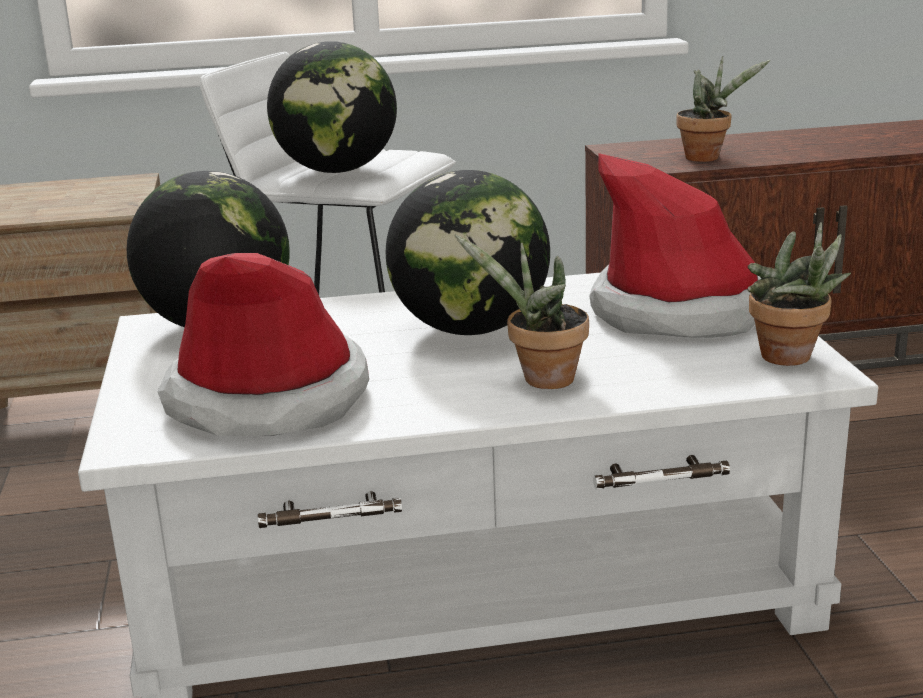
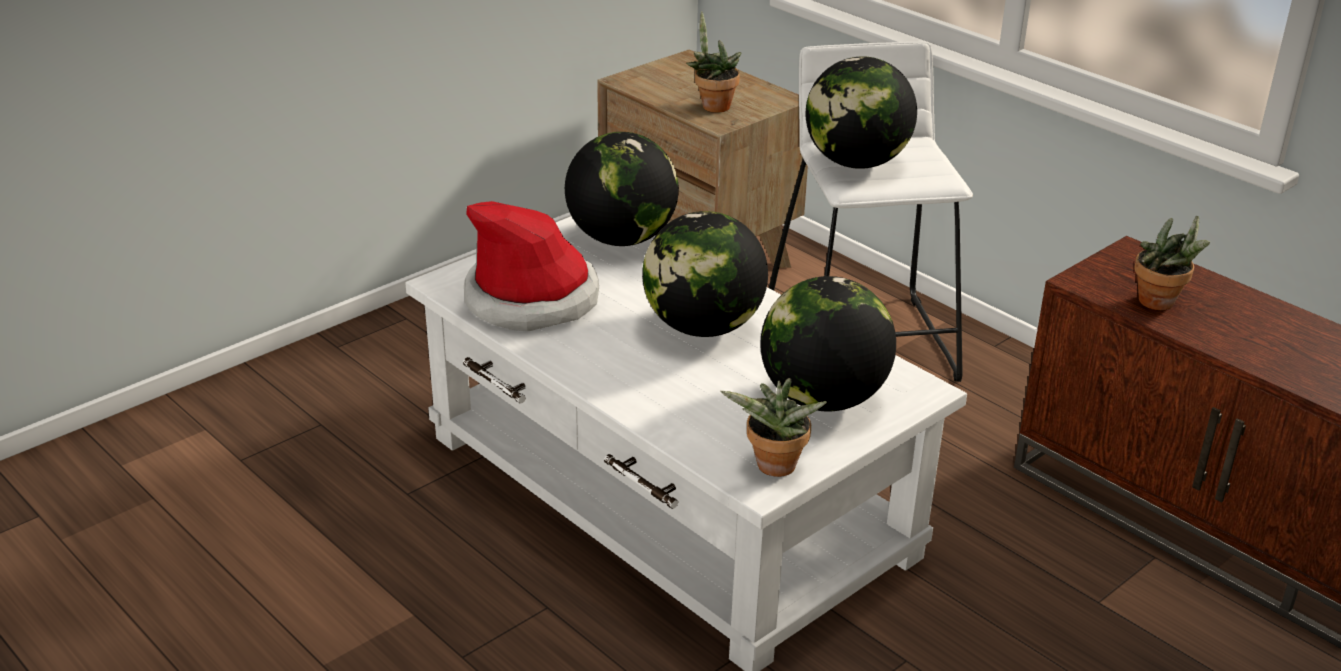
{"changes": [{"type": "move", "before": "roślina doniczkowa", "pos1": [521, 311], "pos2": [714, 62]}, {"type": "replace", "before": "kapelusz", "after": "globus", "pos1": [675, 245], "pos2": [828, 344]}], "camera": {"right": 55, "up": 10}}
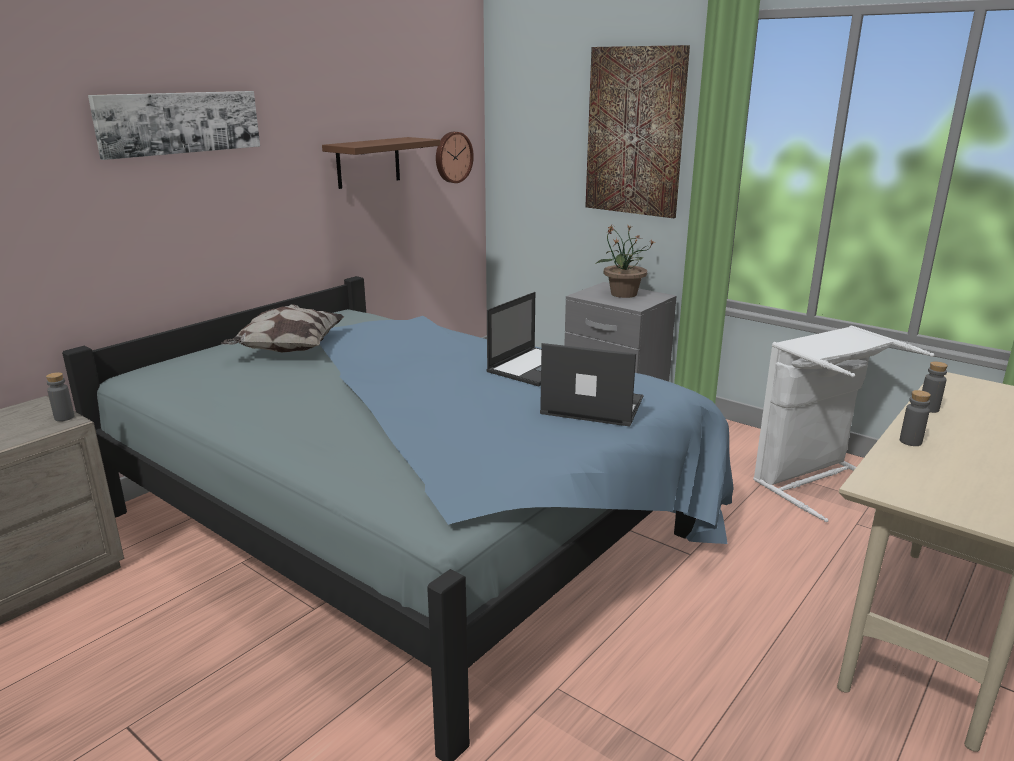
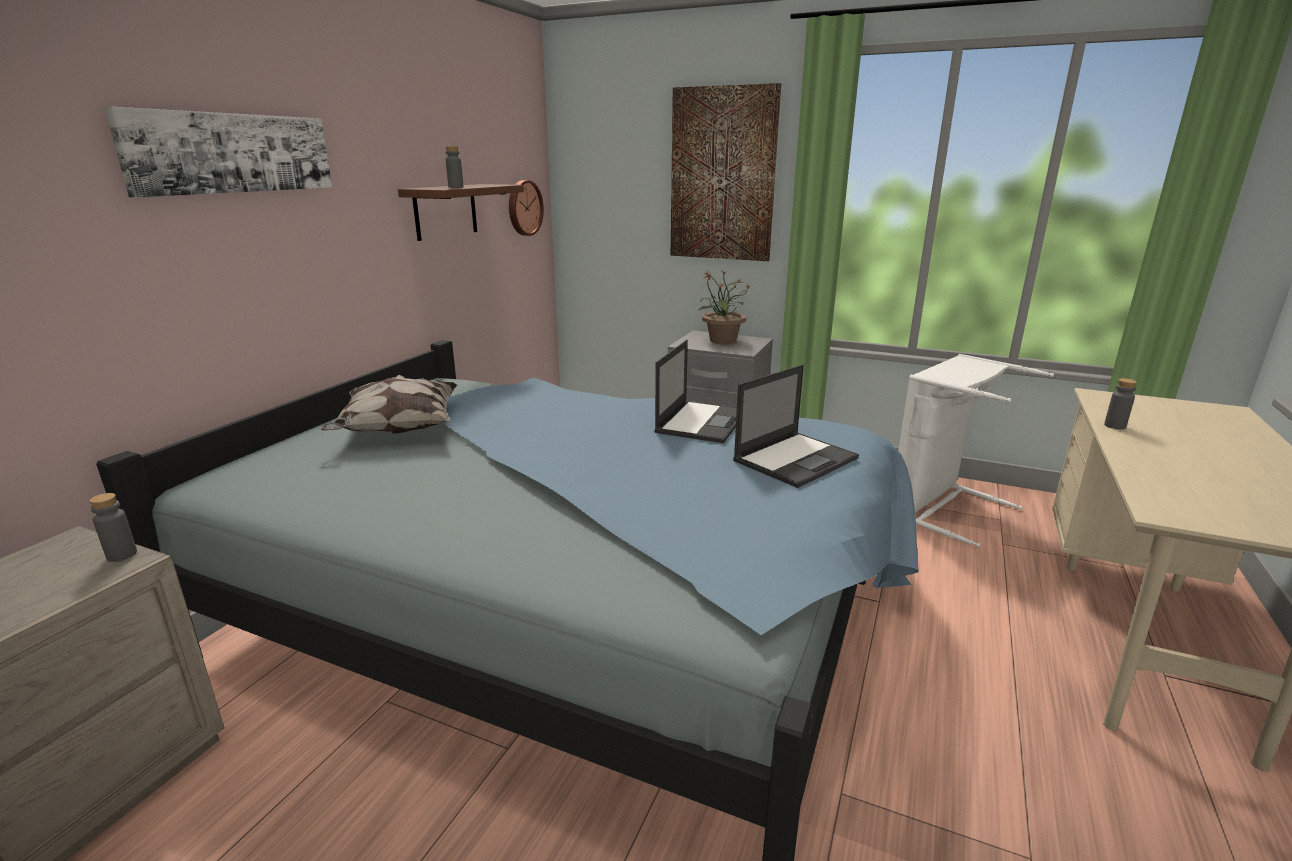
{"changes": [{"type": "move", "before": "butelka/szary", "pos1": [915, 418], "pos2": [454, 167]}, {"type": "rotate", "before": "laptop", "pos1": [592, 385], "pos2": [796, 426], "turn": 135}], "camera": {"right": -15, "up": 0}}
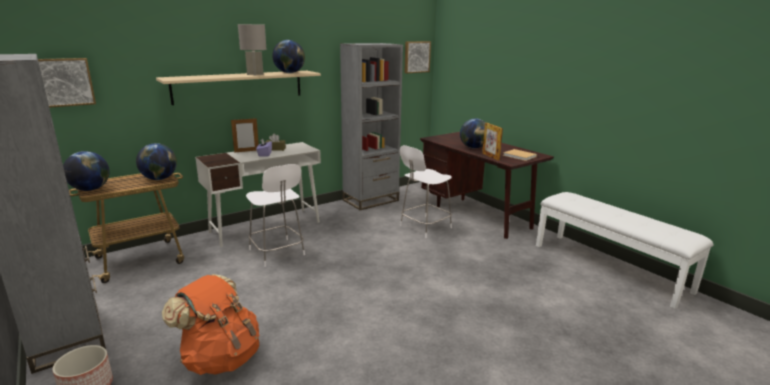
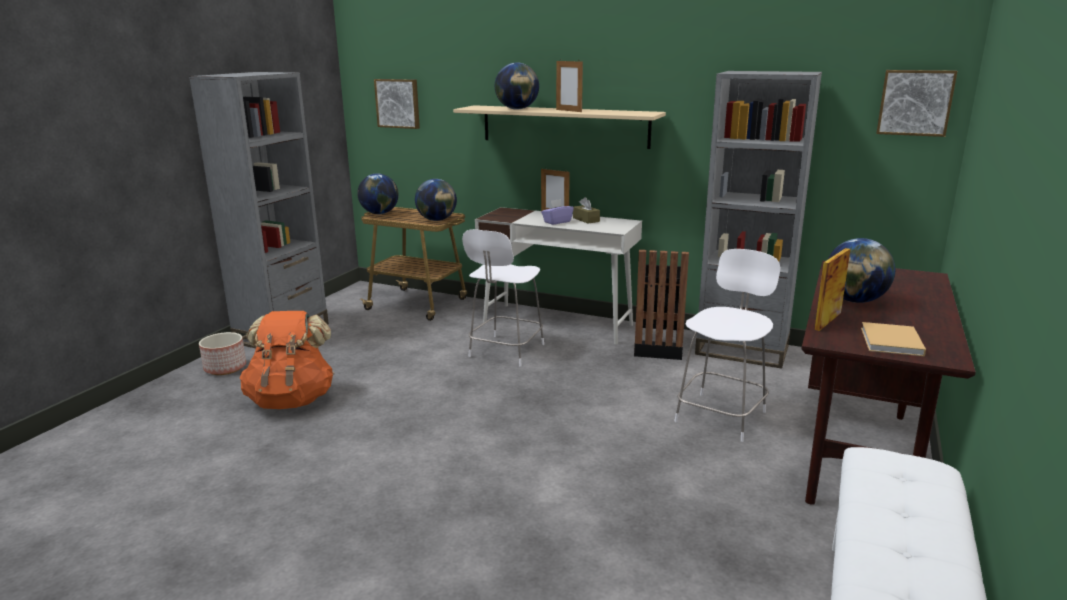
{"changes": [{"type": "move", "before": "globus", "pos1": [288, 56], "pos2": [517, 85]}, {"type": "replace", "before": "lampa stołowa/szary", "after": "ramka na zdjęcie", "pos1": [252, 50], "pos2": [569, 86]}, {"type": "insert", "after": "kosz na śmieci/czarny", "pos2": [661, 305]}, {"type": "rotate", "before": "krzesło/biały", "pos1": [426, 191], "pos2": [727, 345], "turn": 105}], "camera": {"right": 60, "up": 0}}
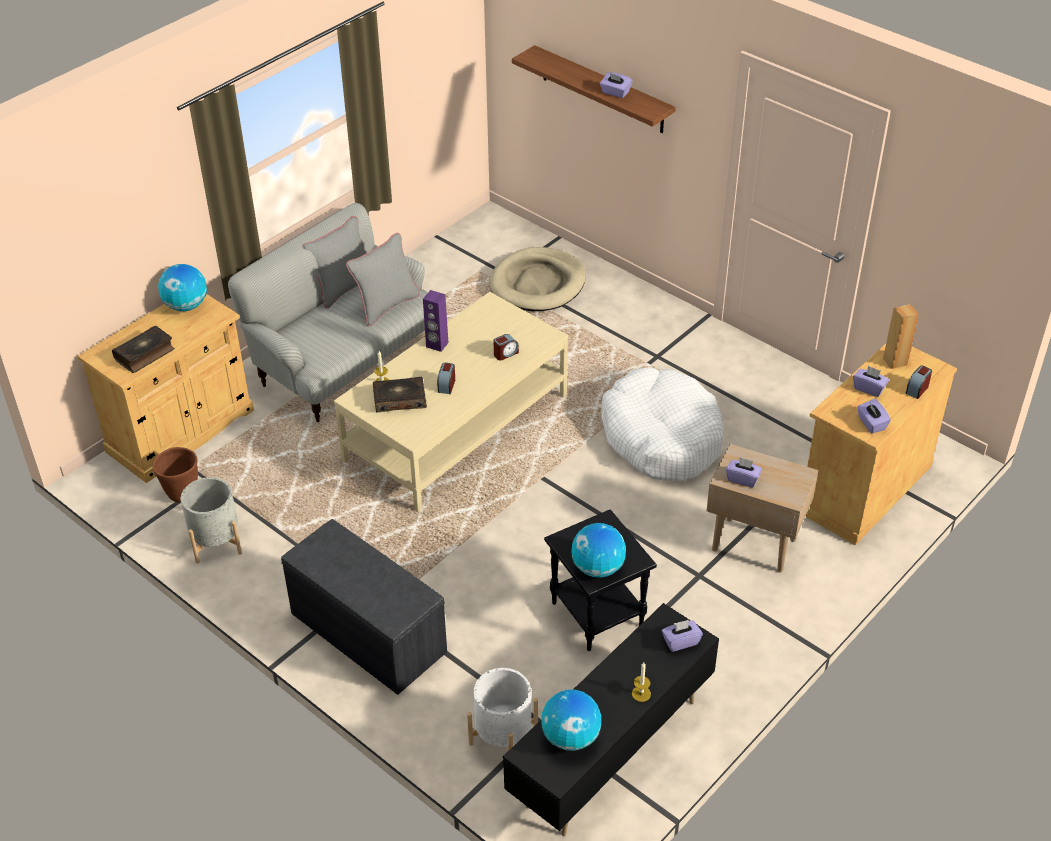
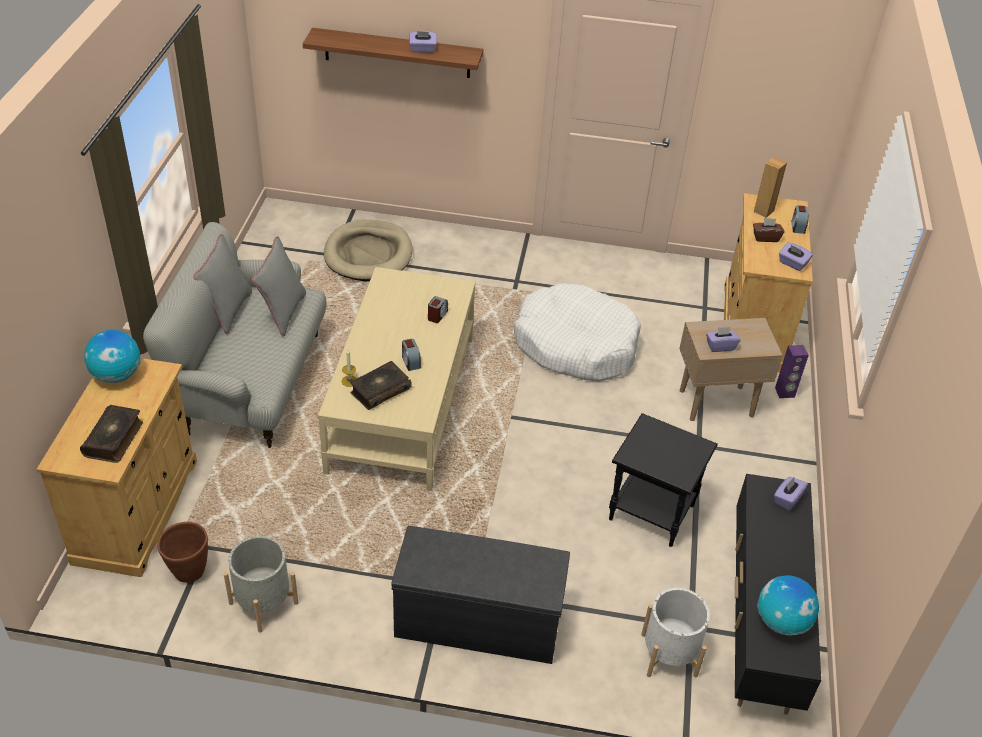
{"changes": [{"type": "recolor", "before": "pudełko chusteczek/fioletowy", "after": "pudełko chusteczek/brązowy", "pos1": [871, 381], "pos2": [769, 230]}, {"type": "move", "before": "głośnik/fioletowy", "pos1": [436, 321], "pos2": [792, 371]}, {"type": "delete", "before": "globus", "pos1": [598, 550]}, {"type": "delete", "before": "świeca", "pos1": [641, 682]}], "camera": {"right": -35, "up": 0}}
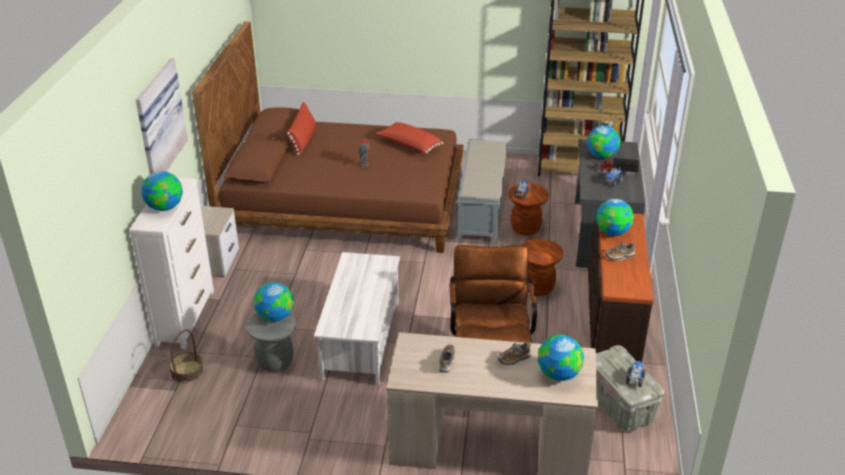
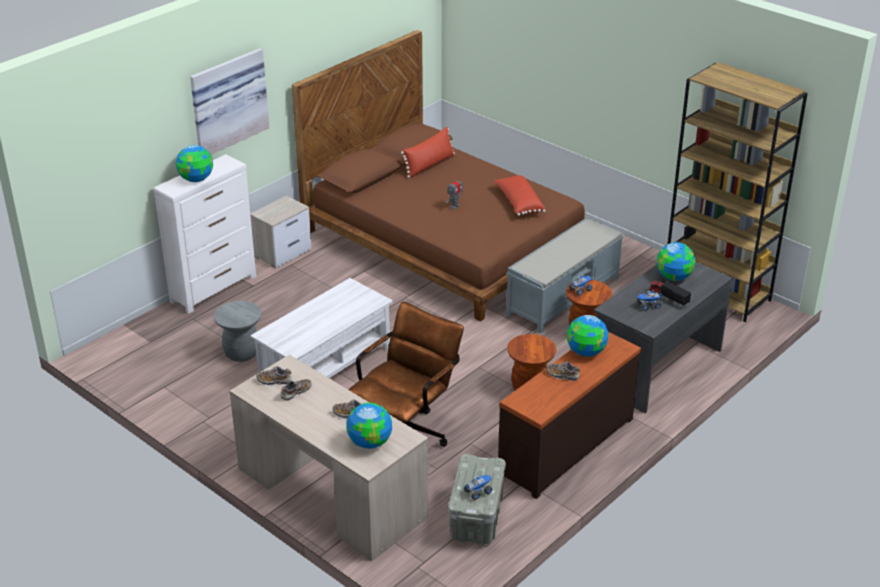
{"changes": [{"type": "insert", "after": "but", "pos2": [274, 376]}, {"type": "delete", "before": "koszyk", "pos1": [186, 356]}, {"type": "delete", "before": "globus", "pos1": [274, 302]}], "camera": {"right": 35, "up": 0}}
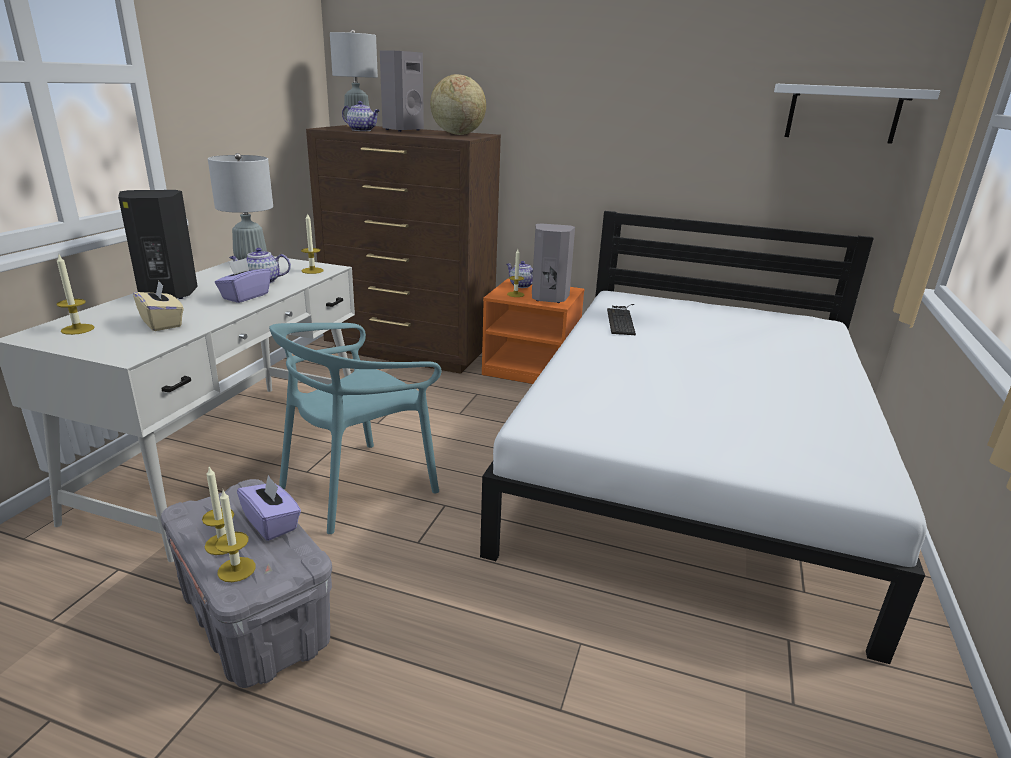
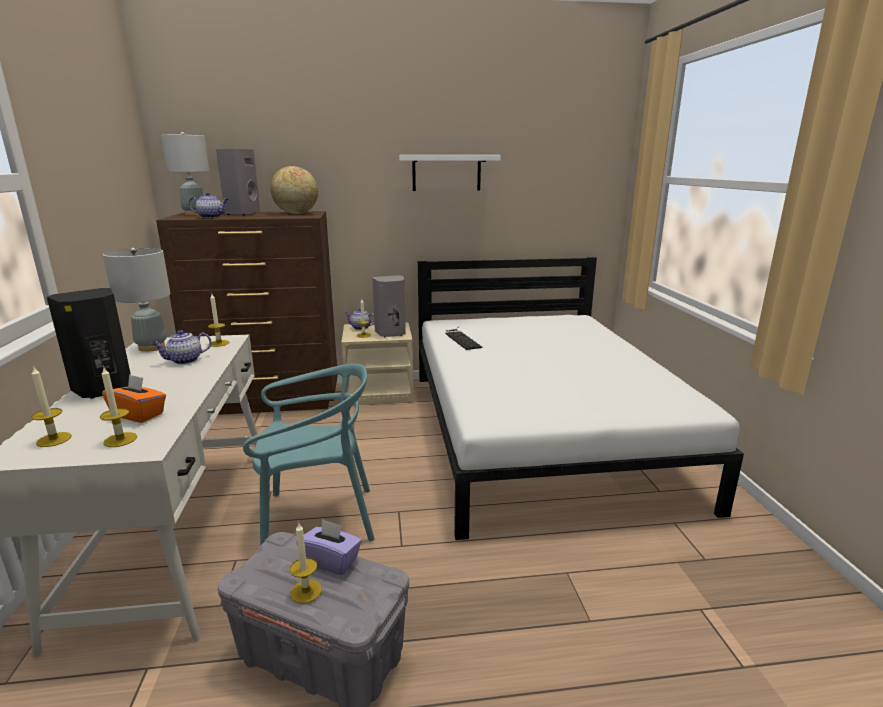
{"changes": [{"type": "move", "before": "świeca", "pos1": [235, 536], "pos2": [118, 406]}, {"type": "recolor", "before": "pudełko chusteczek/beżowy", "after": "pudełko chusteczek/pomarańczowy", "pos1": [158, 306], "pos2": [134, 398]}, {"type": "rotate", "before": "krzesło/turkusowy", "pos1": [355, 428], "pos2": [309, 455], "turn": -120}, {"type": "recolor", "before": "szafka nocna/pomarańczowy", "after": "szafka nocna/beżowy", "pos1": [533, 331], "pos2": [377, 363]}, {"type": "move", "before": "półka/biały", "pos1": [857, 114], "pos2": [450, 173]}, {"type": "delete", "before": "pudełko chusteczek/fioletowy", "pos1": [243, 280]}], "camera": {"right": -25, "up": -5}}
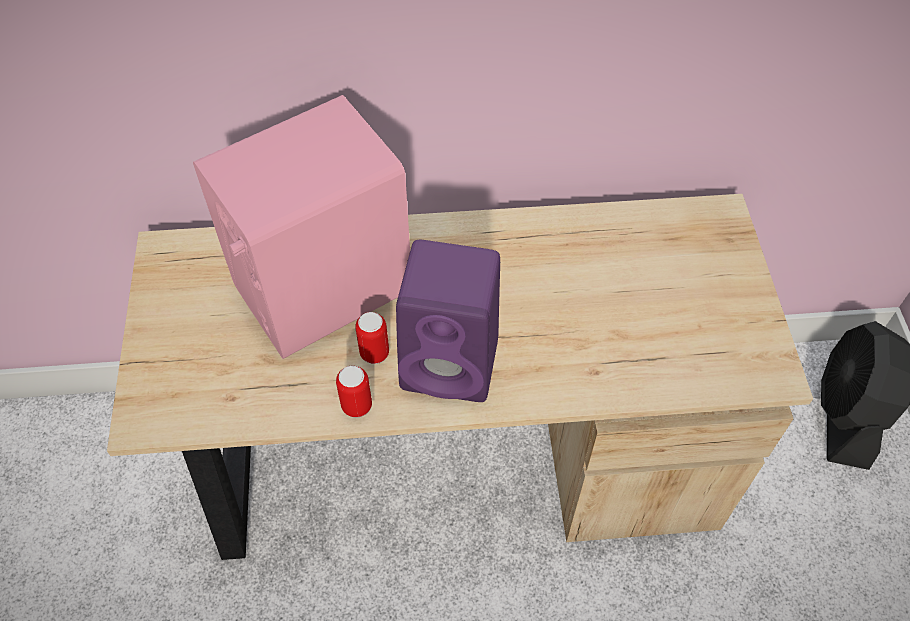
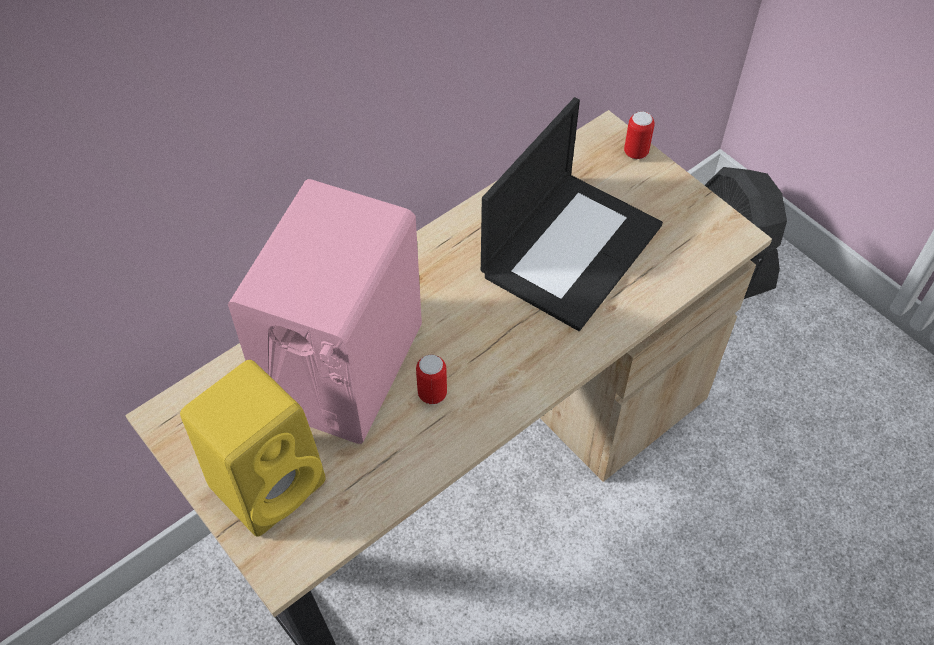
{"changes": [{"type": "insert", "after": "głośnik/żółty", "pos2": [253, 448]}, {"type": "insert", "after": "laptop", "pos2": [572, 214]}, {"type": "move", "before": "puszka", "pos1": [354, 392], "pos2": [639, 135]}, {"type": "delete", "before": "głośnik/fioletowy", "pos1": [448, 321]}], "camera": {"right": -35, "up": 0}}
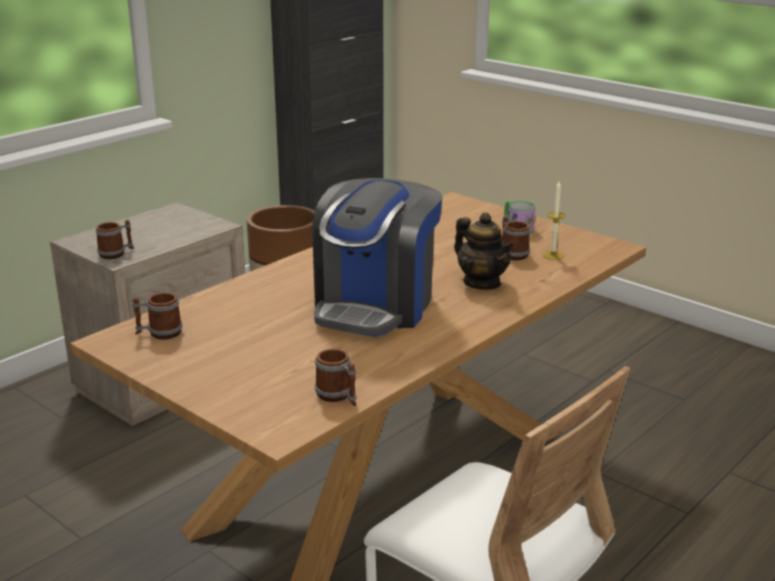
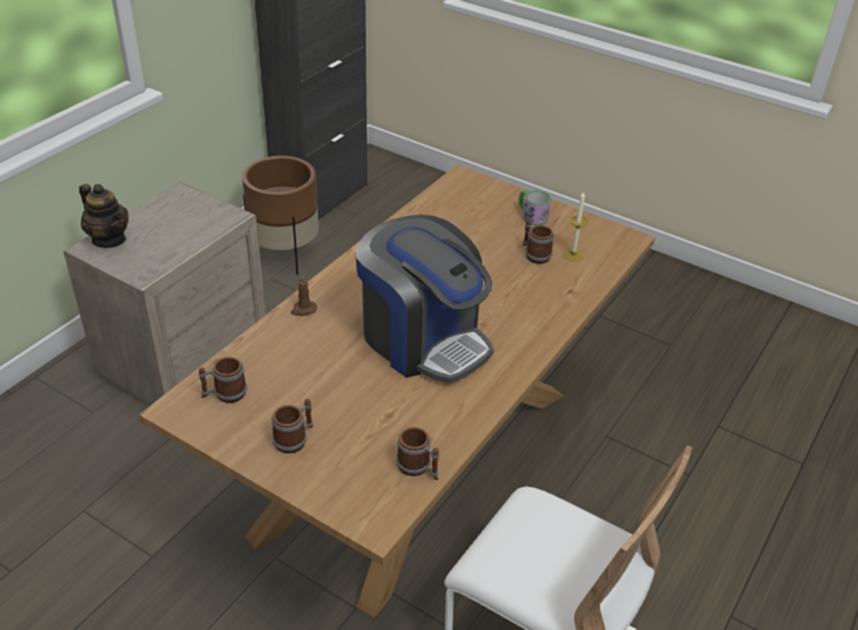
{"changes": [{"type": "move", "before": "imbryk", "pos1": [484, 251], "pos2": [104, 216]}, {"type": "move", "before": "kubek", "pos1": [115, 239], "pos2": [292, 426]}, {"type": "insert", "after": "świeca/brązowy", "pos2": [304, 295]}, {"type": "rotate", "before": "ekspres do kawy", "pos1": [377, 257], "pos2": [424, 298], "turn": -60}], "camera": {"right": -10, "up": 15}}
